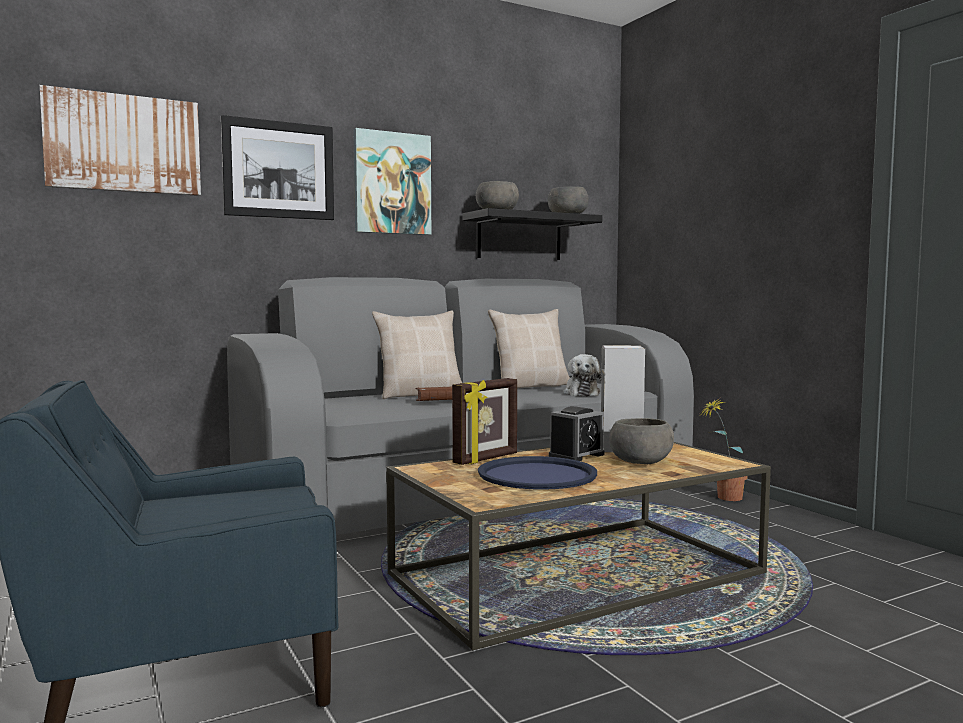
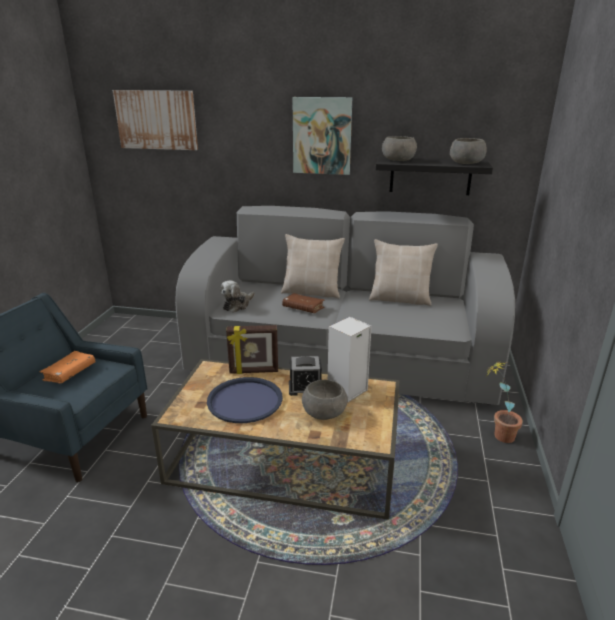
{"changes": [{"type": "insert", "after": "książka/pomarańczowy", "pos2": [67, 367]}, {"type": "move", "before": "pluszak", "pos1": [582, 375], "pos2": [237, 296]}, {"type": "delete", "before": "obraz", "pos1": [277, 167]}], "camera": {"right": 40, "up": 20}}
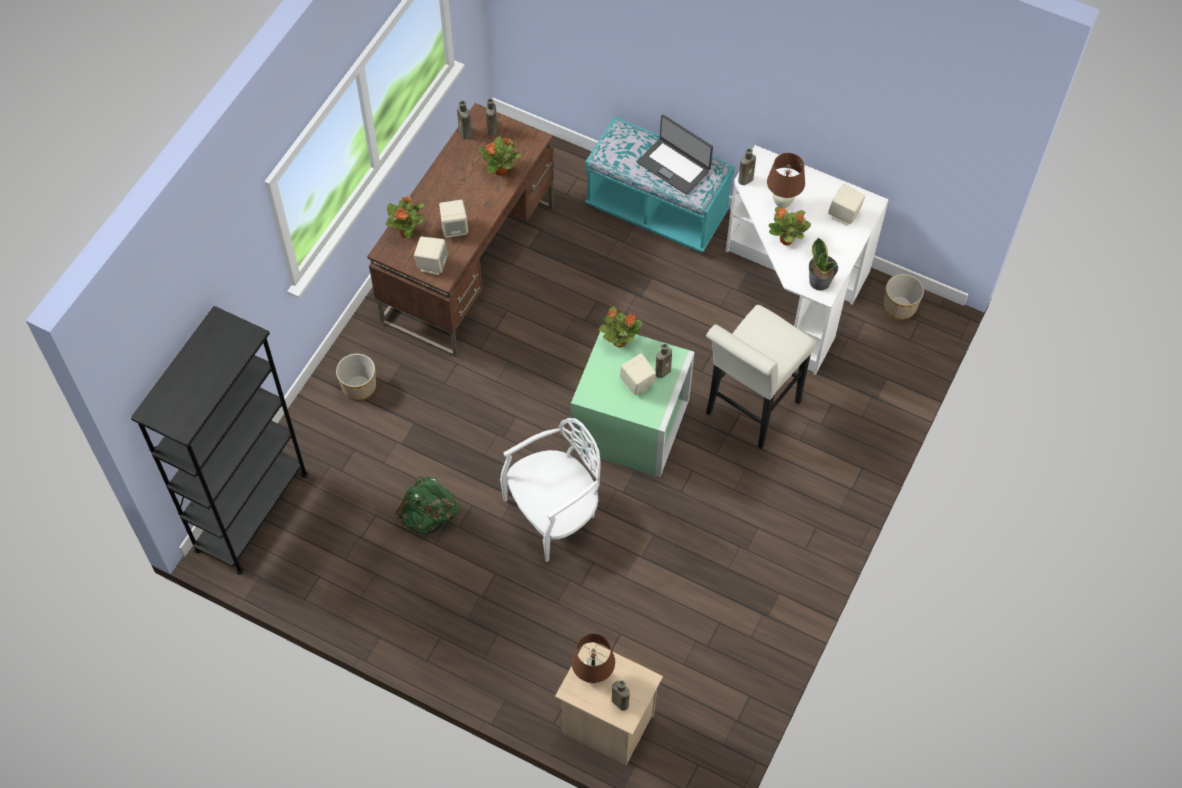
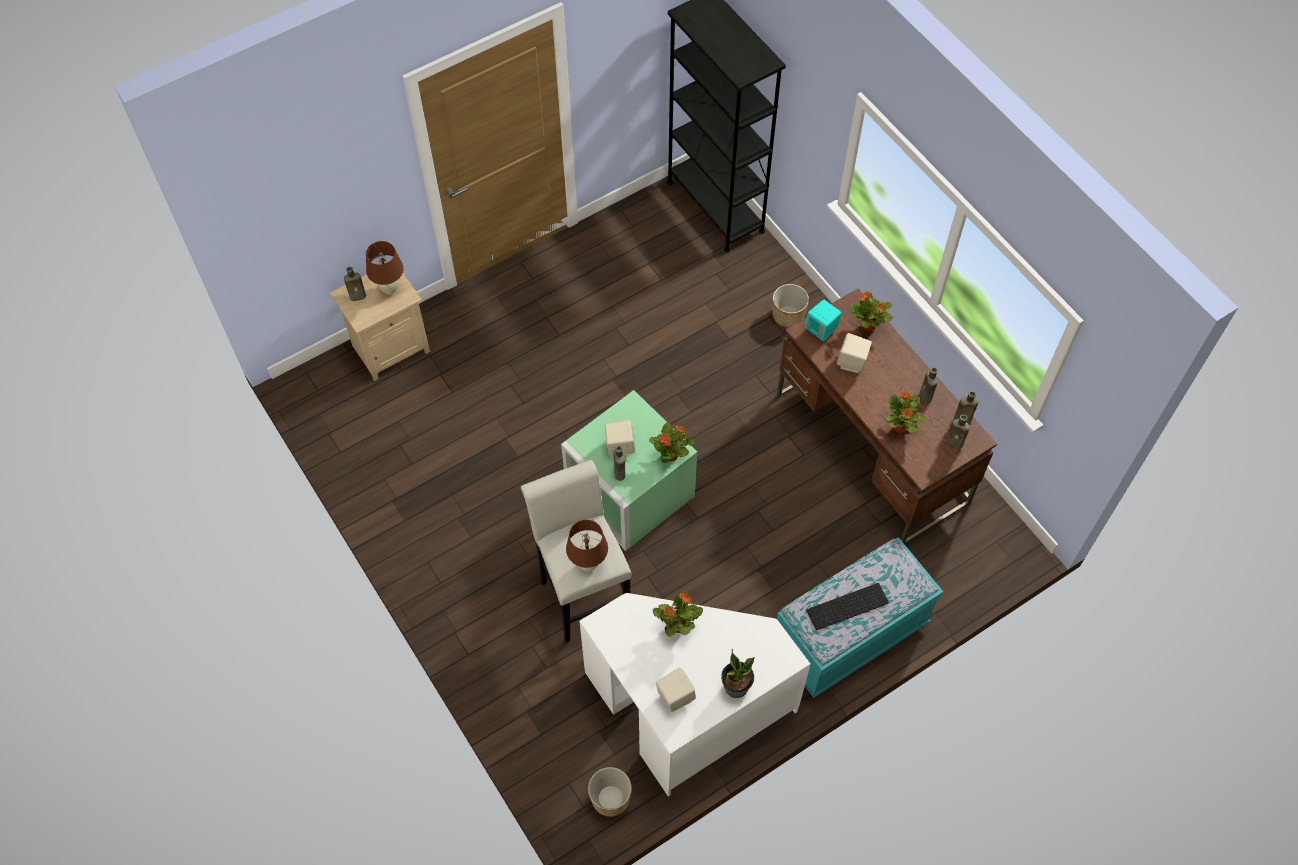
{"changes": [{"type": "move", "before": "lampa stołowa/brązowy", "pos1": [786, 180], "pos2": [587, 546]}, {"type": "move", "before": "roślina doniczkowa", "pos1": [823, 264], "pos2": [738, 673]}, {"type": "recolor", "before": "głośnik/beżowy", "after": "głośnik/turkusowy", "pos1": [431, 256], "pos2": [823, 320]}, {"type": "replace", "before": "laptop", "after": "klawiatura", "pos1": [675, 154], "pos2": [847, 606]}, {"type": "move", "before": "butelka/brązowy", "pos1": [747, 166], "pos2": [929, 385]}, {"type": "delete", "before": "plecak/zielony", "pos1": [427, 505]}, {"type": "delete", "before": "krzesło/biały", "pos1": [550, 490]}], "camera": {"right": 120, "up": 0}}
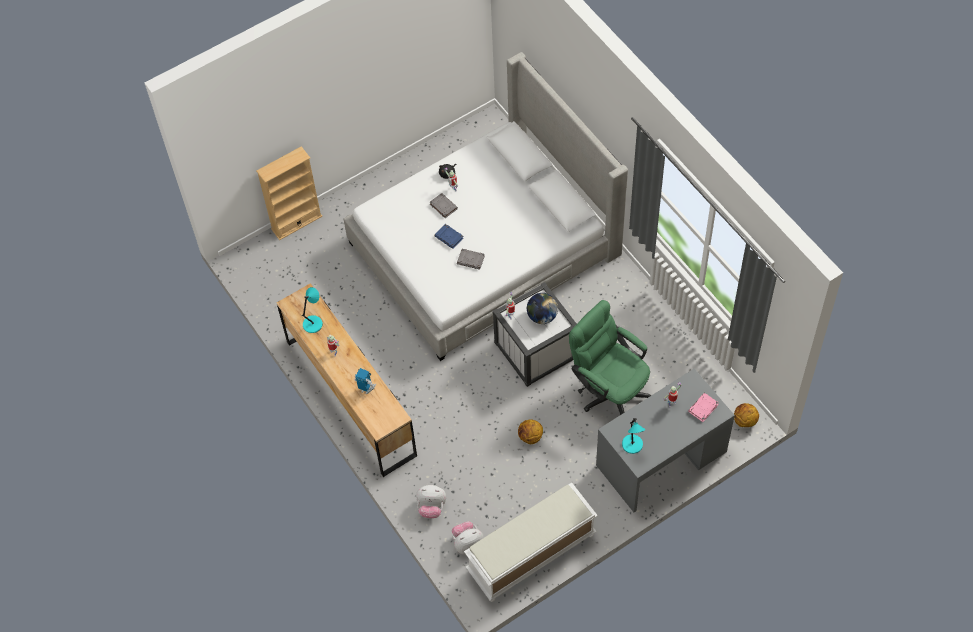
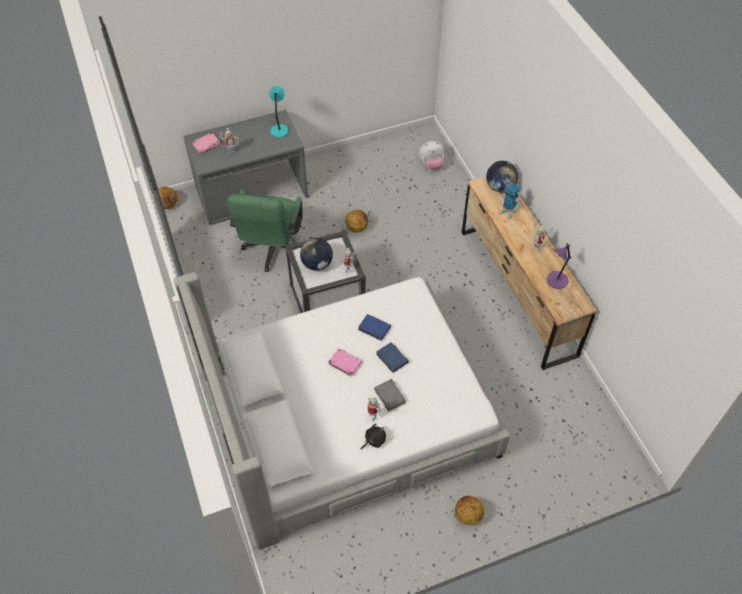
{"changes": [{"type": "rotate", "before": "krzesło biurowe/zielony", "pos1": [610, 357], "pos2": [265, 230], "turn": 45}, {"type": "insert", "after": "książka/różowy", "pos2": [345, 362]}, {"type": "recolor", "before": "książka/szary", "after": "książka/niebieski", "pos1": [471, 259], "pos2": [374, 327]}, {"type": "insert", "after": "piłka do koszykówki", "pos2": [469, 510]}, {"type": "insert", "after": "globus", "pos2": [502, 176]}, {"type": "recolor", "before": "lampa stołowa/turkusowy", "after": "lampa stołowa/fioletowy", "pos1": [312, 310], "pos2": [559, 266]}, {"type": "delete", "before": "regał/beżowy", "pos1": [289, 193]}, {"type": "delete", "before": "pluszak", "pos1": [431, 501]}, {"type": "delete", "before": "ławka/biały", "pos1": [531, 542]}], "camera": {"right": -170, "up": -5}}
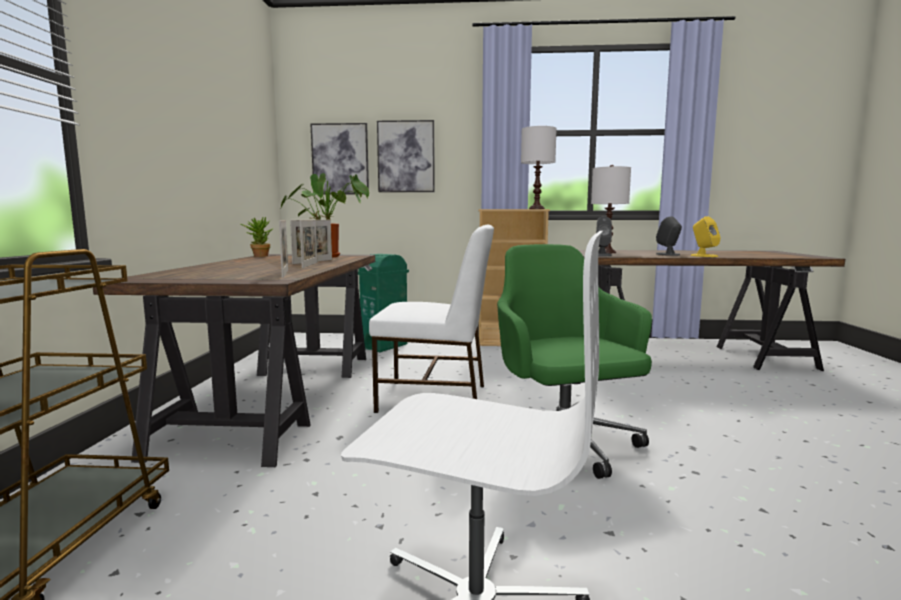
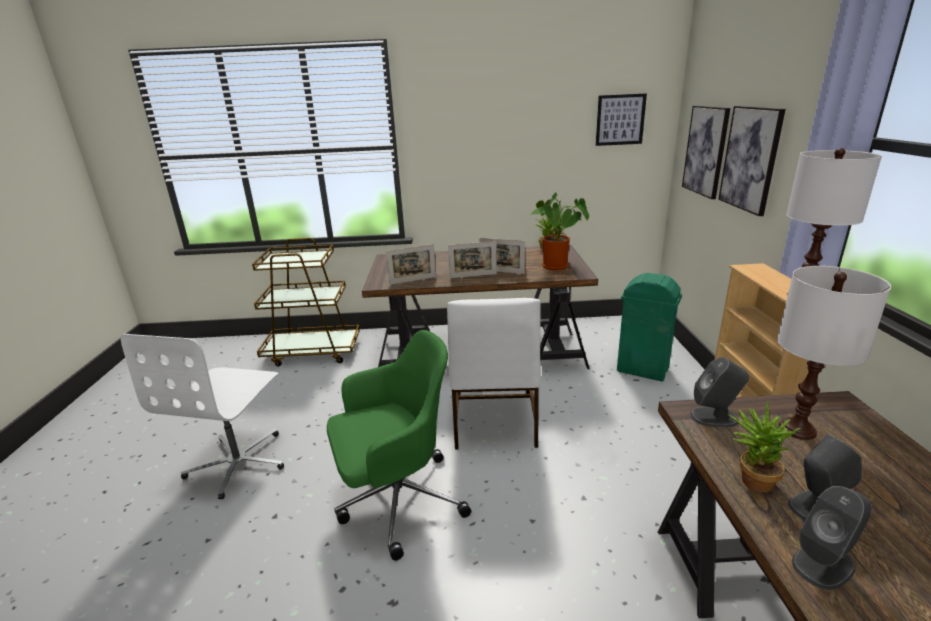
{"changes": [{"type": "insert", "after": "obraz", "pos2": [621, 119]}, {"type": "insert", "after": "roślina doniczkowa", "pos2": [764, 446]}, {"type": "recolor", "before": "głośnik/żółty", "after": "głośnik/szary", "pos1": [705, 236], "pos2": [832, 538]}], "camera": {"right": 85, "up": 15}}
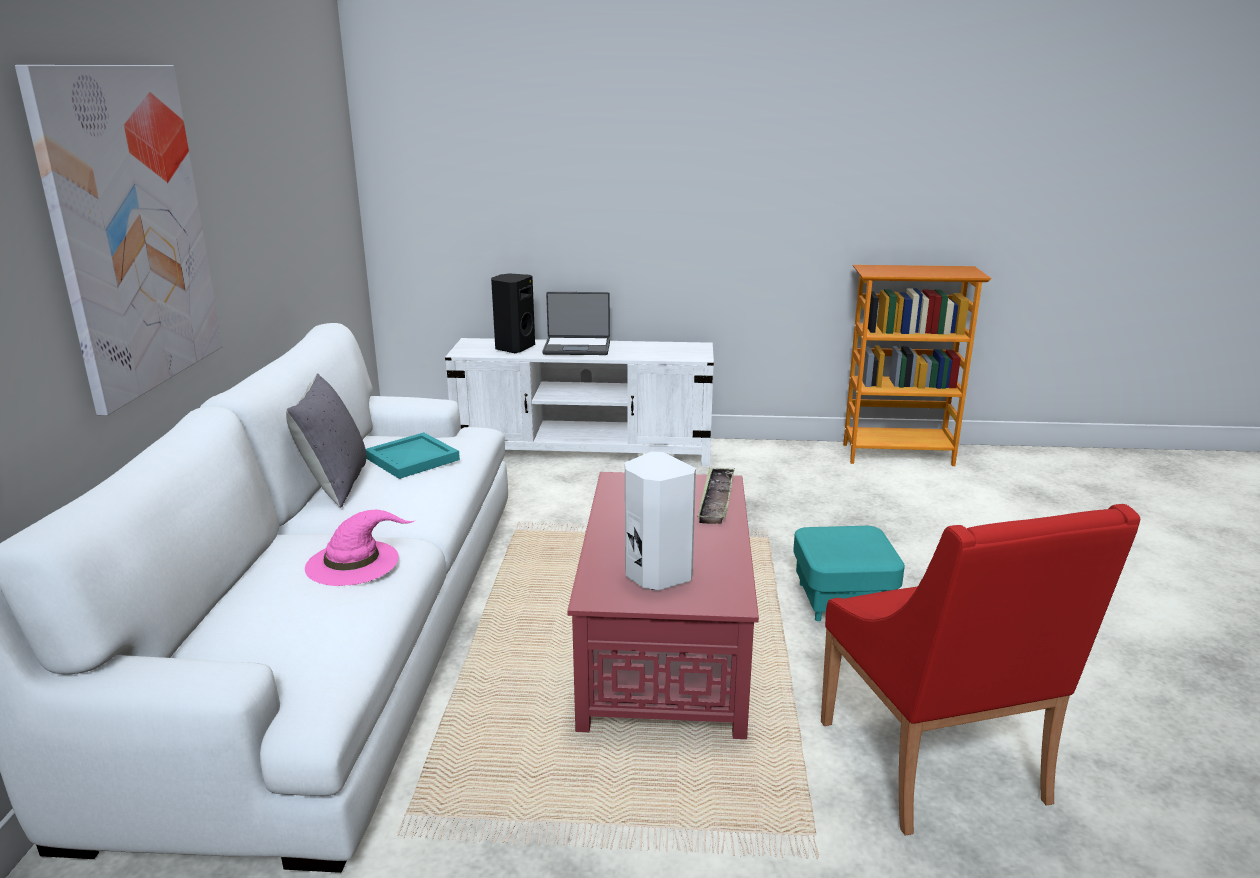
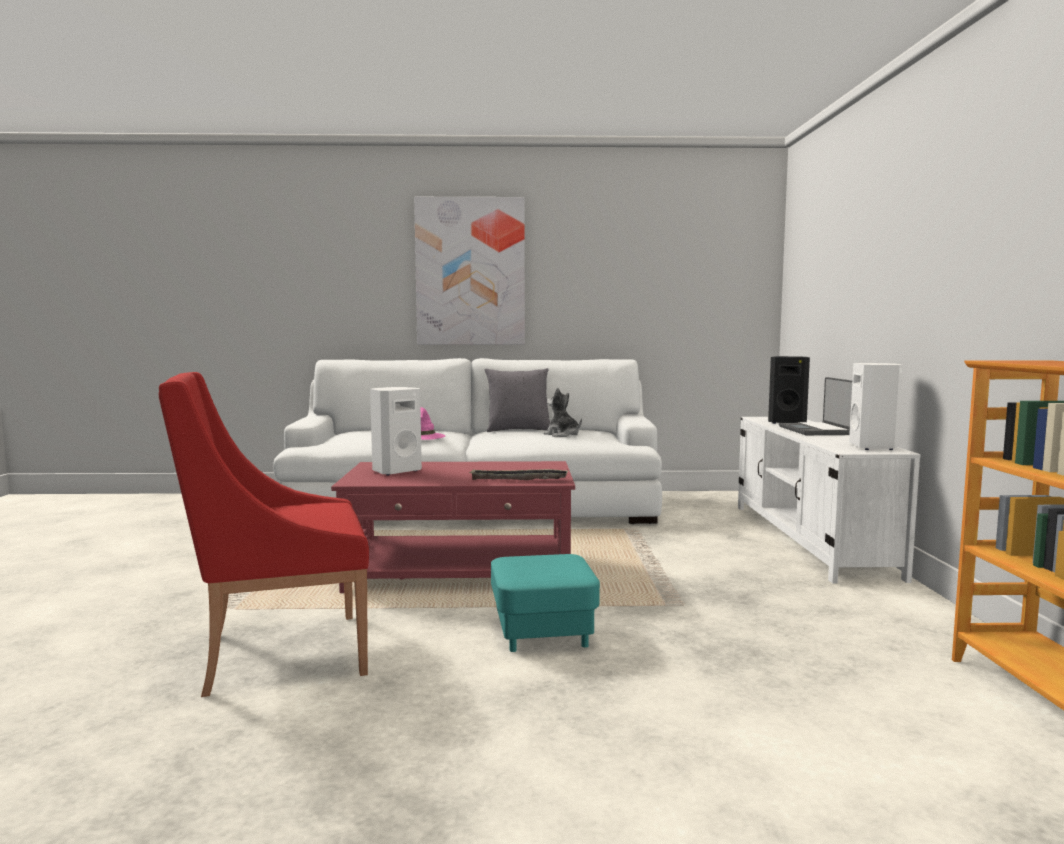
{"changes": [{"type": "replace", "before": "taca/turkusowy", "after": "pluszak", "pos1": [413, 455], "pos2": [563, 412]}, {"type": "insert", "after": "głośnik/biały", "pos2": [876, 406]}], "camera": {"right": 85, "up": -15}}
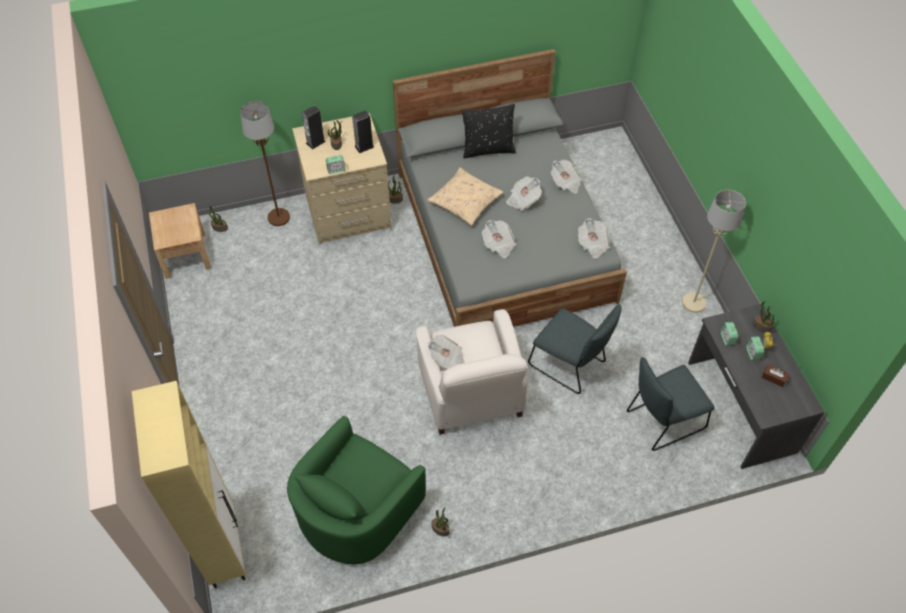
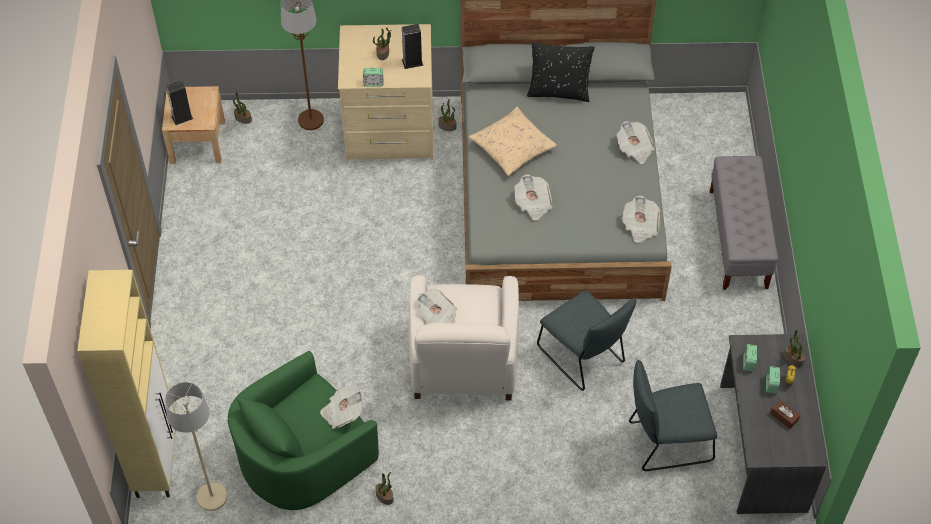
{"changes": [{"type": "move", "before": "lampa stojąca/beżowy", "pos1": [714, 251], "pos2": [196, 446]}, {"type": "move", "before": "głośnik", "pos1": [314, 127], "pos2": [179, 102]}, {"type": "move", "before": "gazeta", "pos1": [524, 193], "pos2": [342, 407]}, {"type": "insert", "after": "ławka/szary", "pos2": [744, 223]}], "camera": {"right": 15, "up": 0}}
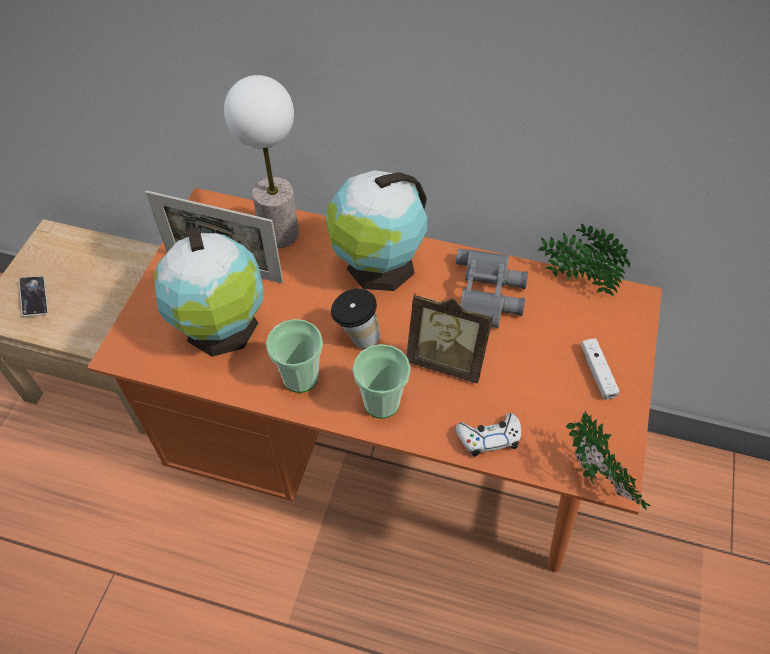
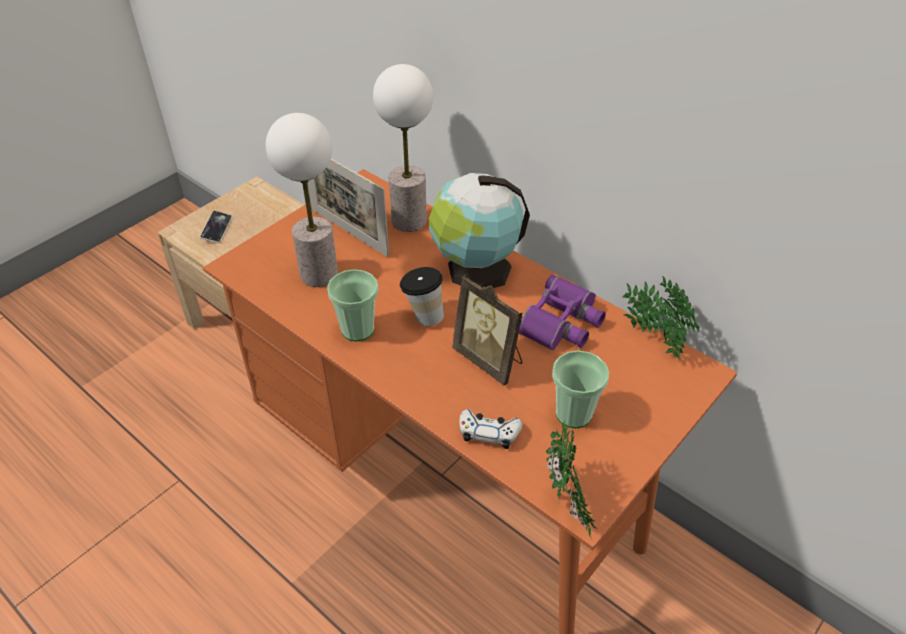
{"changes": [{"type": "replace", "before": "globus", "after": "lampa stołowa", "pos1": [208, 292], "pos2": [302, 200]}, {"type": "recolor", "before": "lornetka/szary", "after": "lornetka/fioletowy", "pos1": [492, 288], "pos2": [562, 313]}, {"type": "move", "before": "filiżanka", "pos1": [382, 381], "pos2": [580, 389]}, {"type": "delete", "before": "pad do gier/biały", "pos1": [600, 369]}], "camera": {"right": 25, "up": -10}}
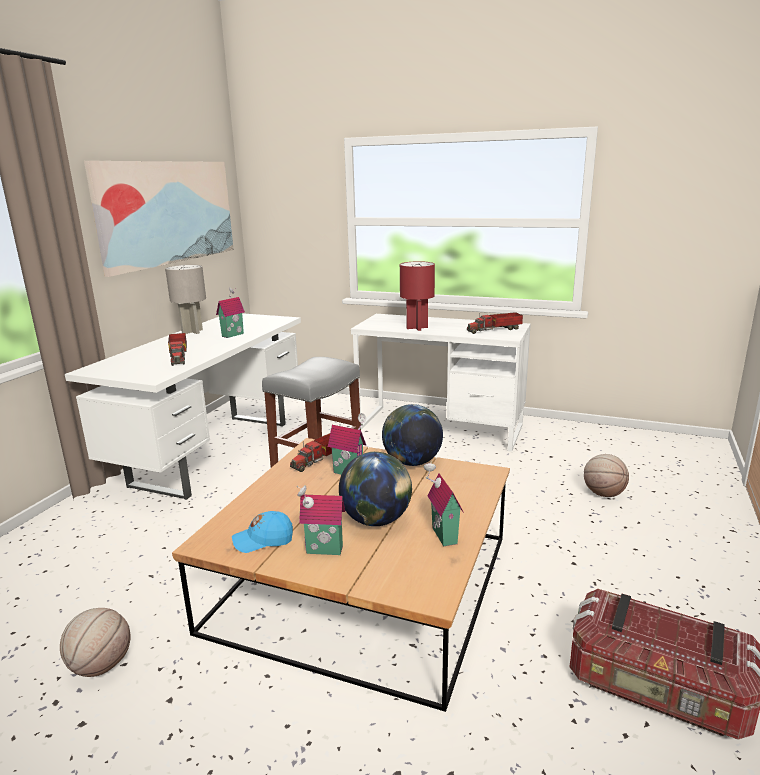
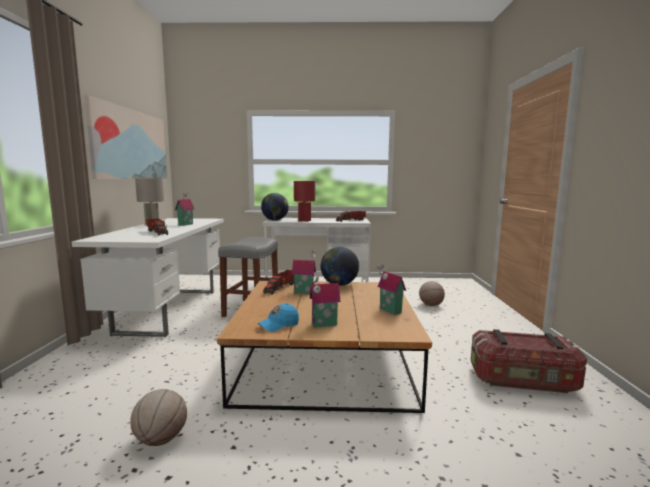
{"changes": [{"type": "move", "before": "globus", "pos1": [375, 489], "pos2": [275, 207]}], "camera": {"right": -20, "up": -10}}
